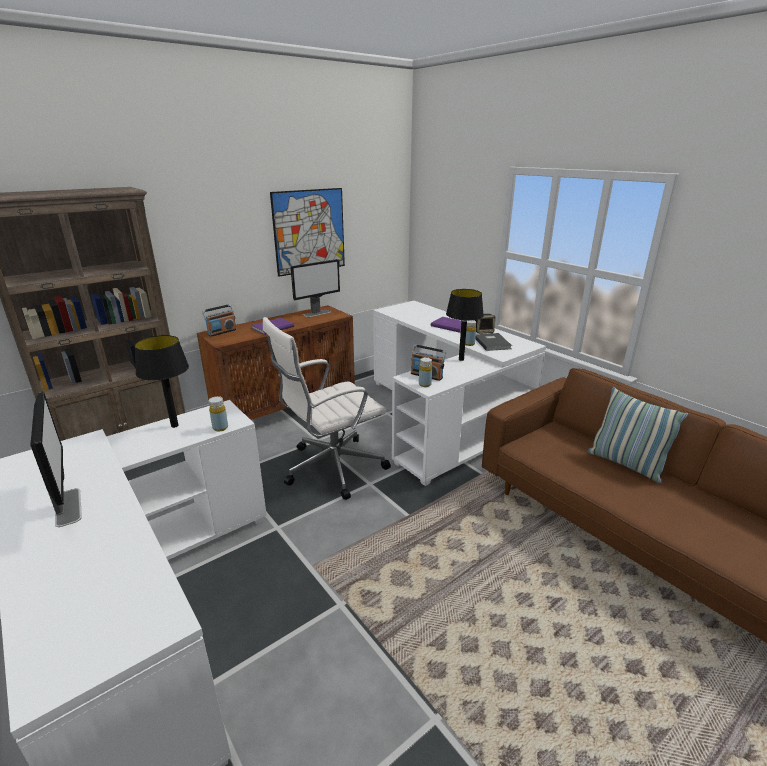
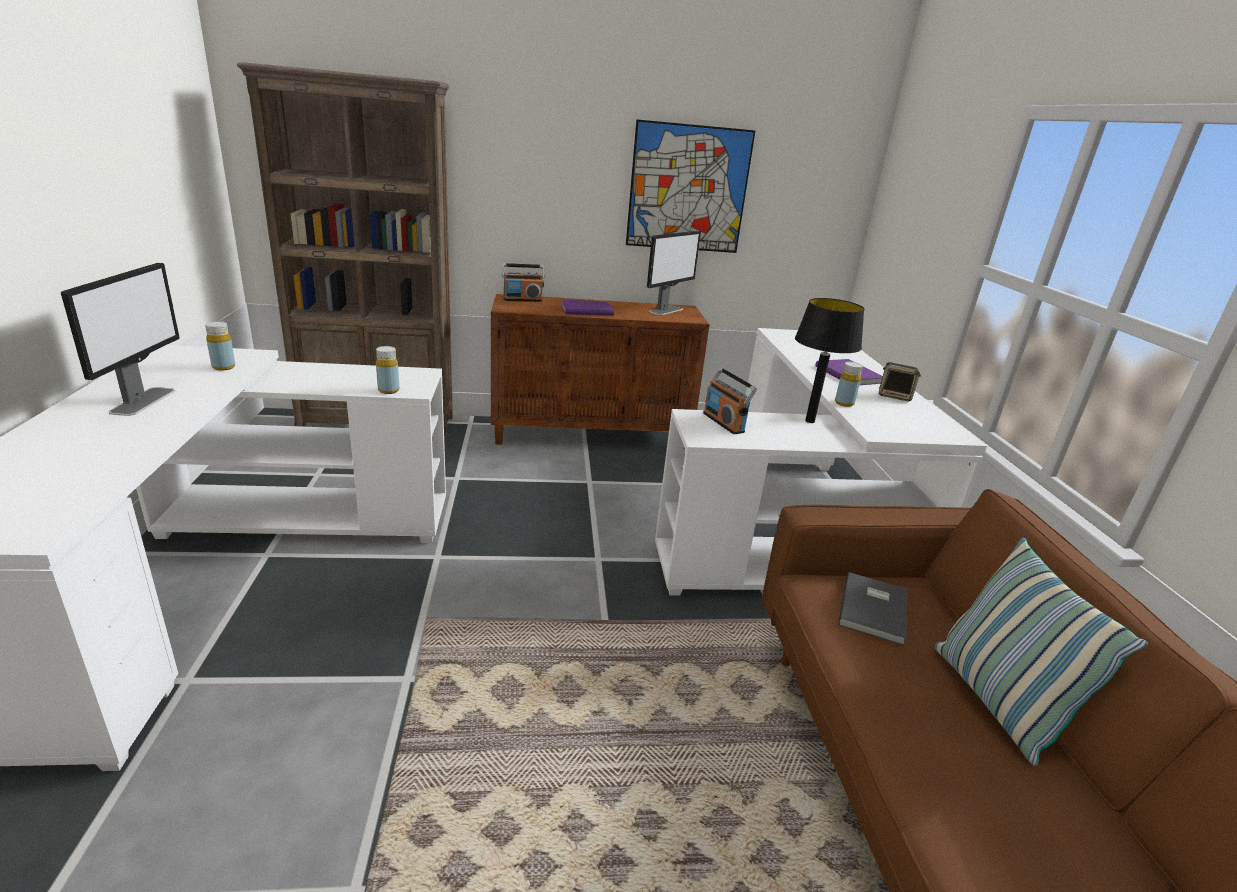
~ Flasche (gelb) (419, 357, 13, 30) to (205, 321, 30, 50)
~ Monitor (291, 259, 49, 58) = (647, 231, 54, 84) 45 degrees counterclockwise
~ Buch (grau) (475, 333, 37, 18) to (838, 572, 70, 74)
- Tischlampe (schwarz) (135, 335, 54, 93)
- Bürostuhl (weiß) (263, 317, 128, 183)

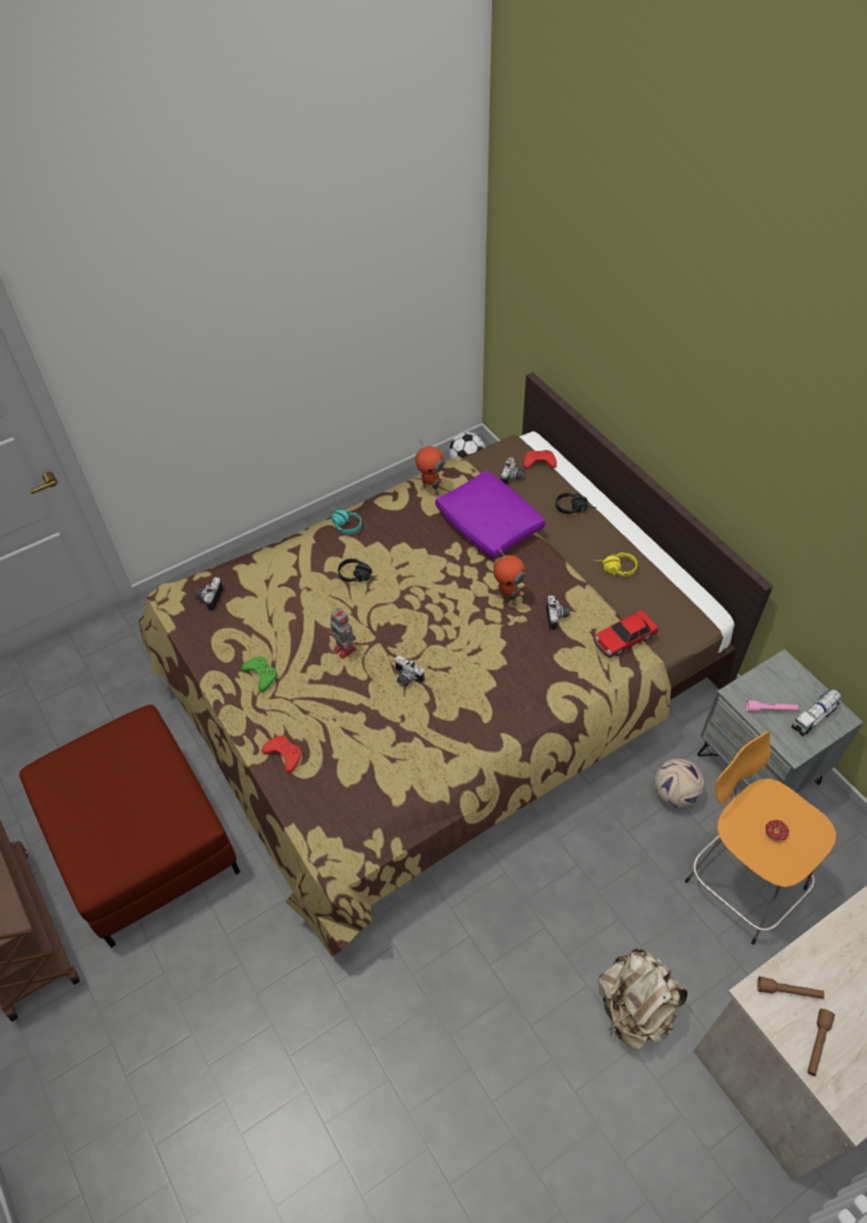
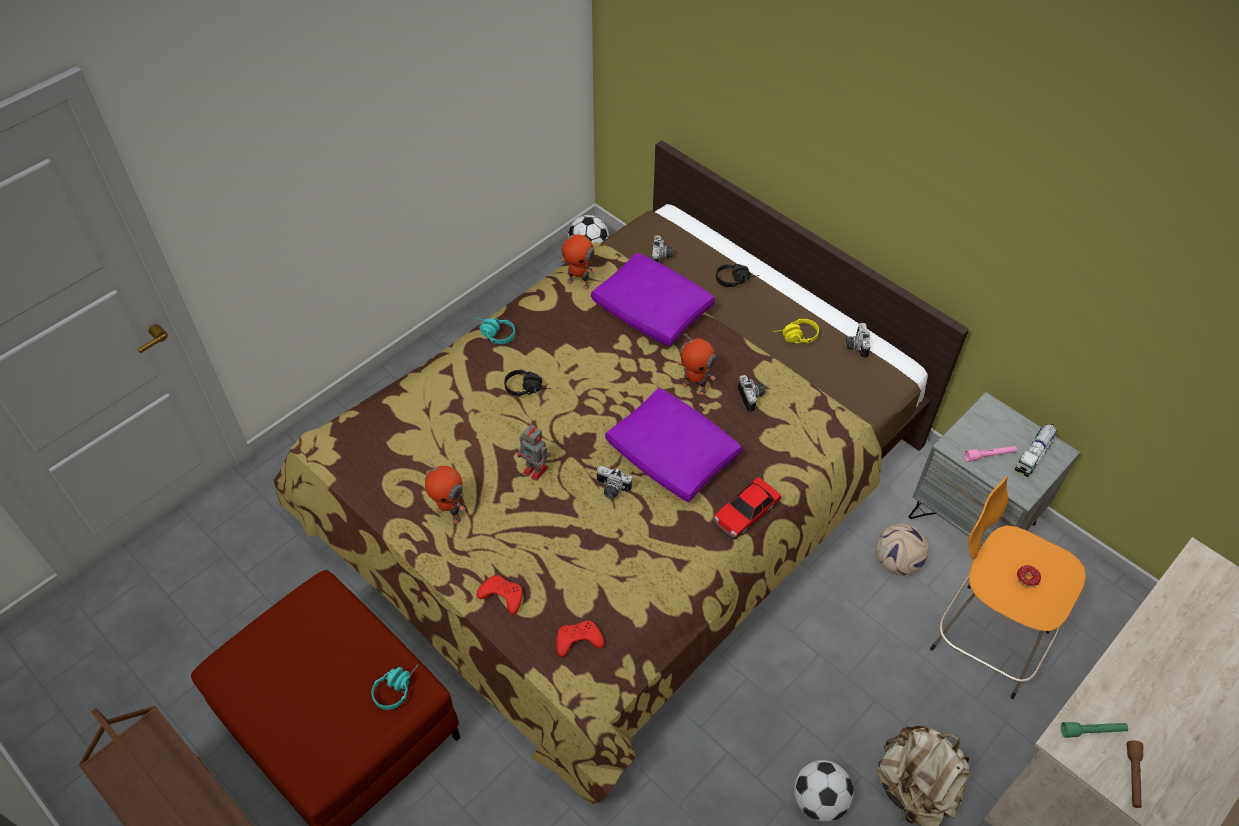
+ Kopfhörer (türkis) (371, 664, 47, 46)
~ Gamepad (grün) (241, 656, 36, 36) to Spielzeugroboter (425, 458, 40, 66)
~ Gamepad (rot) (523, 450, 34, 19) to (556, 621, 48, 36)
+ Kissen (lila) (605, 388, 137, 114)
~ Spielzeugauto (594, 610, 64, 48) to (713, 477, 68, 62)
+ Fußball (794, 760, 60, 62)
~ Kamera (196, 577, 27, 34) to (845, 323, 25, 35)
~ Taschenlampe (braun) (757, 976, 67, 23) to Taschenlampe (grün) (1061, 722, 67, 16)

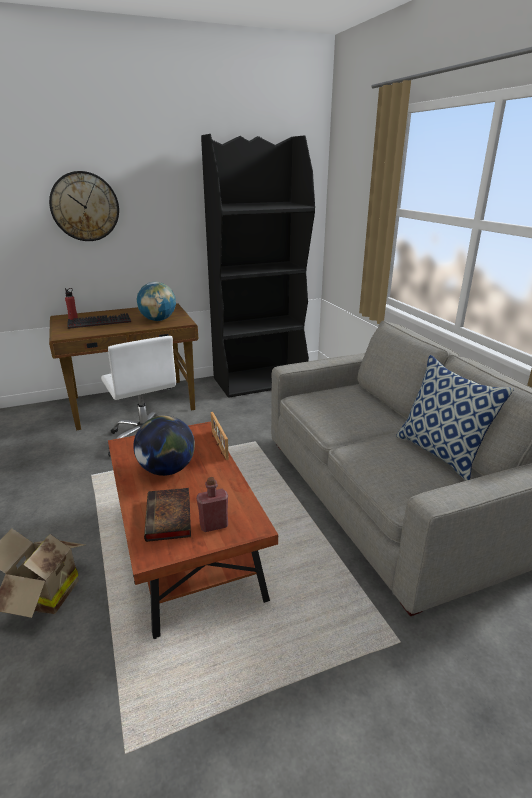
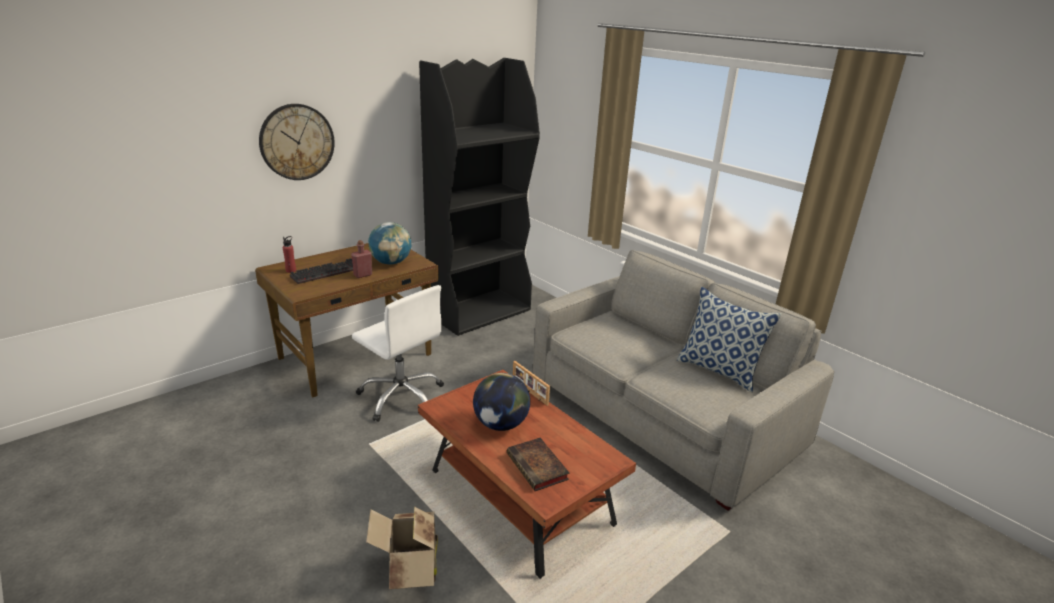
~ Flasche (rot) (196, 477, 32, 55) to (351, 240, 21, 38)

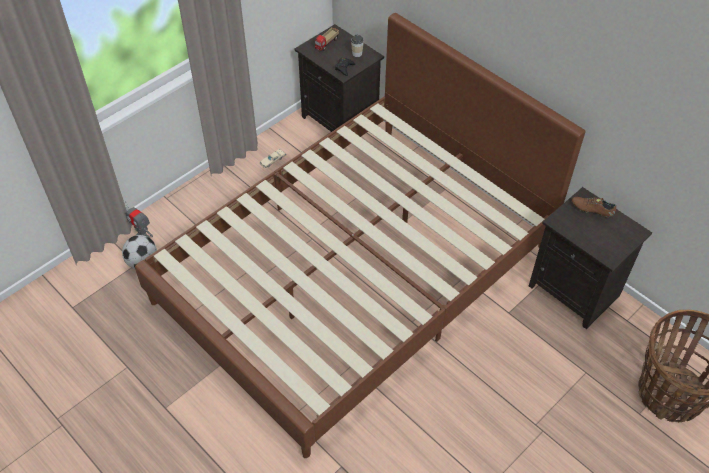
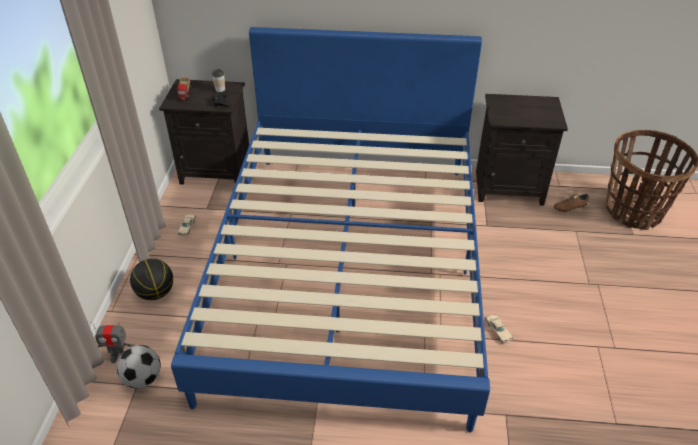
+ Basketball (130, 259, 43, 41)
~ Bett (braun) (135, 13, 450, 445) to Bett (blau) (171, 27, 319, 405)
+ Spielzeugauto (beige) (485, 314, 28, 29)
~ Schuh (braun) (572, 197, 44, 21) to (554, 194, 35, 18)

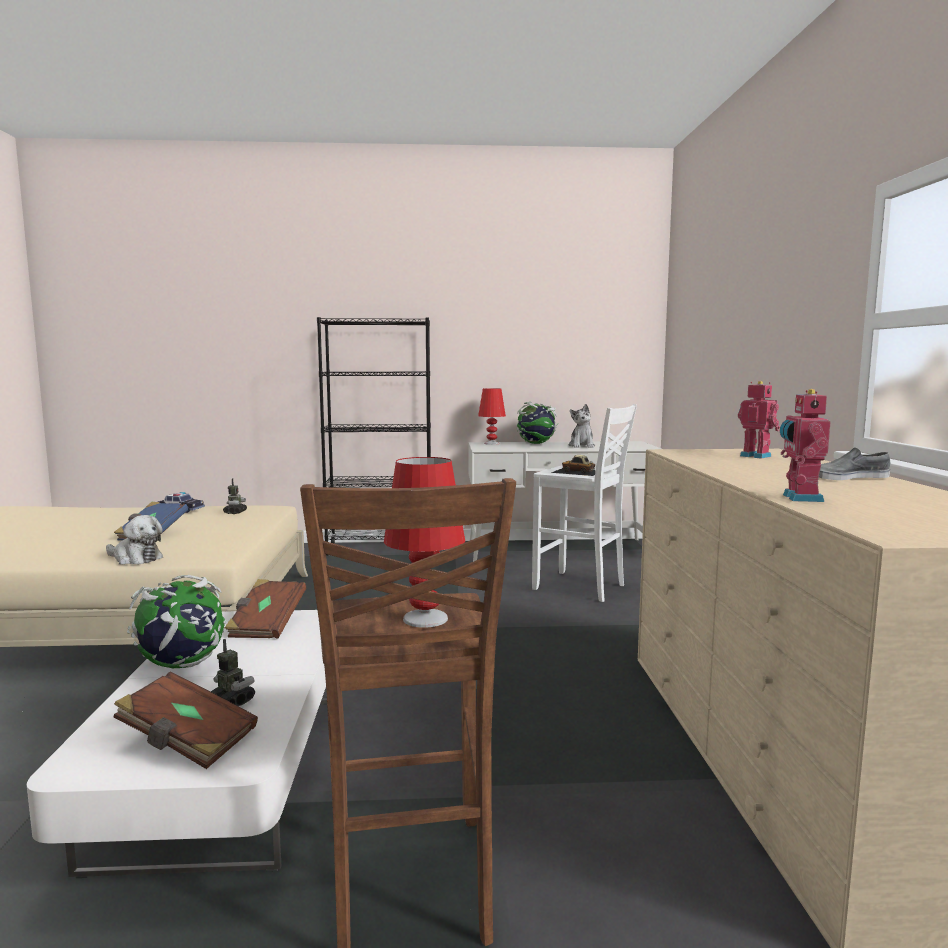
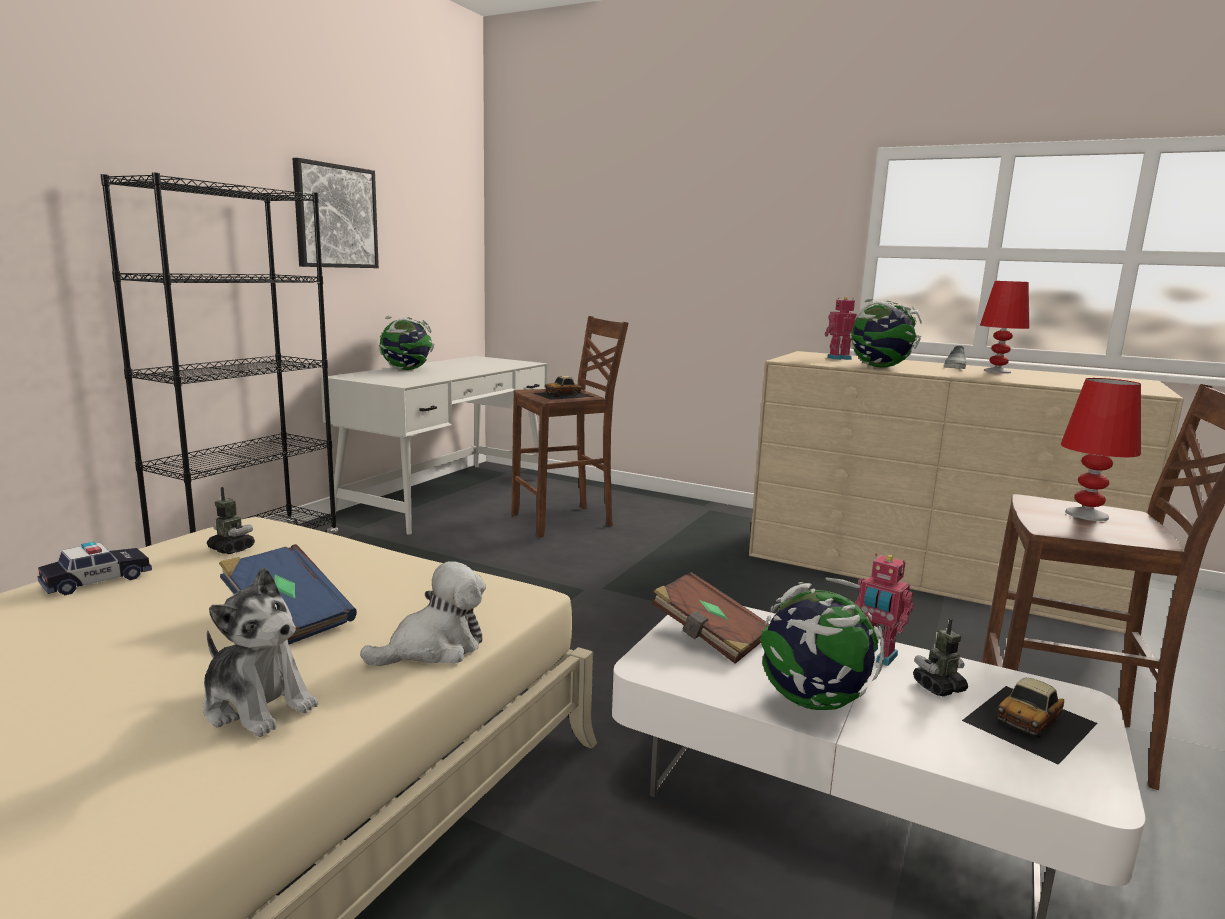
~ Plüschtier (569, 404, 26, 44) to (203, 567, 115, 170)
+ Bild (292, 158, 87, 110)
~ Hocker (weiß) (532, 404, 105, 198) to Hocker (braun) (512, 316, 116, 221)
+ Globus (850, 299, 72, 68)
~ Spielzeugroboter (780, 389, 51, 113) to (855, 553, 59, 113)
~ Buch (braun) (113, 671, 145, 98) to Spielzeugauto (962, 678, 136, 87)
~ Tischlampe (rot) (478, 388, 28, 57) to (980, 281, 50, 92)

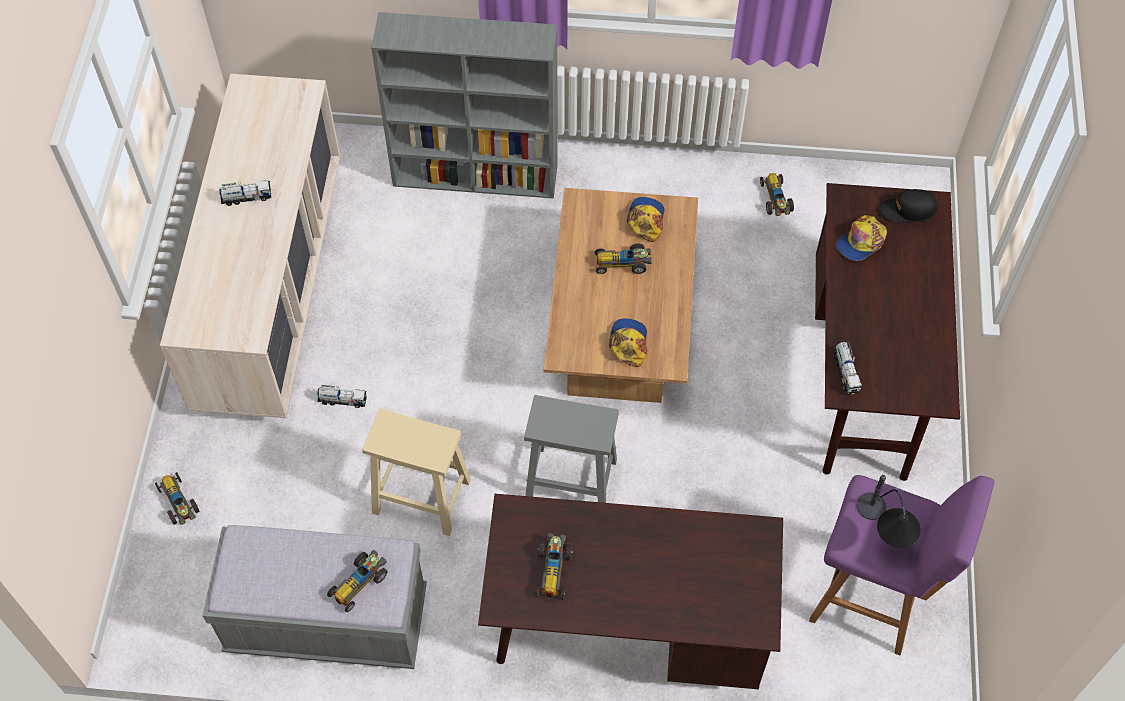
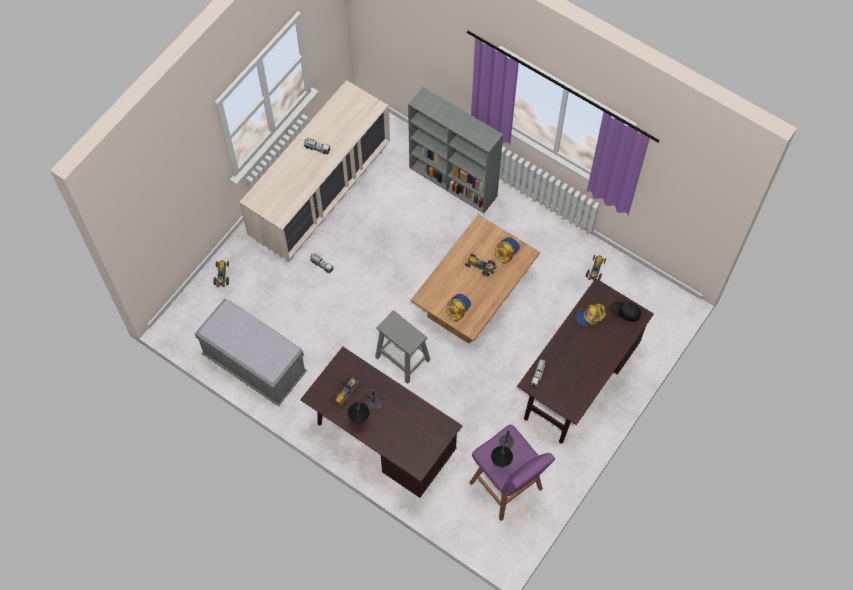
+ Tischlampe (348, 389, 34, 34)
- Spielzeugauto (327, 550, 61, 62)
- Hocker (beige) (362, 409, 109, 127)

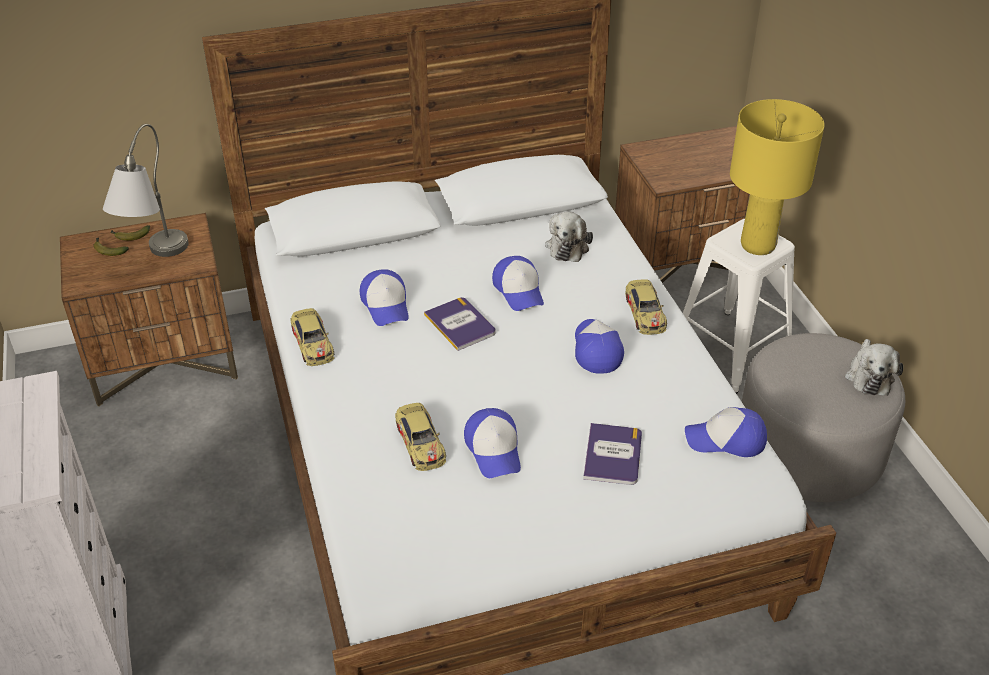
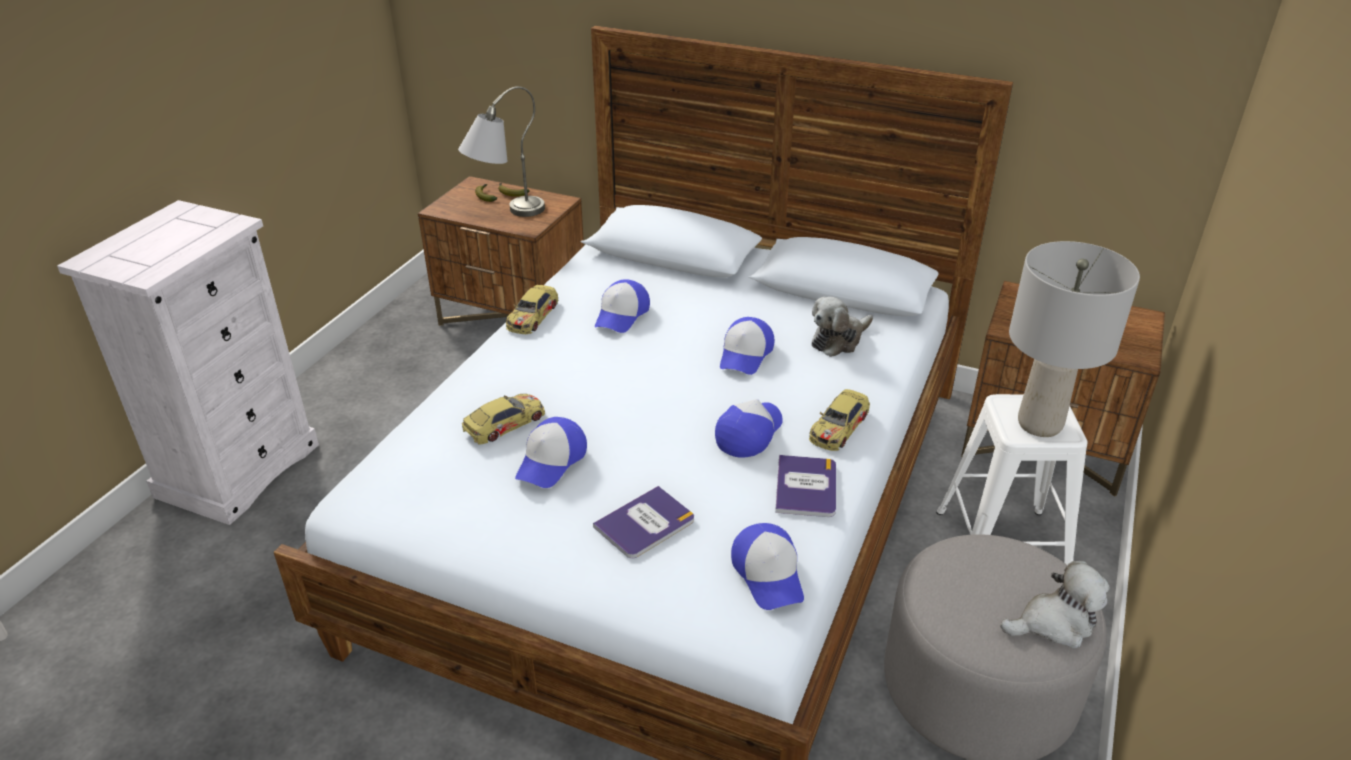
~ Spielzeugauto (395, 403, 51, 68) = (462, 394, 83, 50) 150 degrees counterclockwise
~ Kappe (685, 407, 82, 50) = (731, 523, 73, 87) 150 degrees counterclockwise
~ Buch (424, 297, 71, 54) to (775, 455, 61, 62)
~ Plüschtier (845, 339, 58, 57) = (1000, 561, 109, 87) 150 degrees counterclockwise
~ Tischlampe (gelb) (730, 99, 95, 156) to Tischlampe (grau) (1009, 241, 131, 196)

